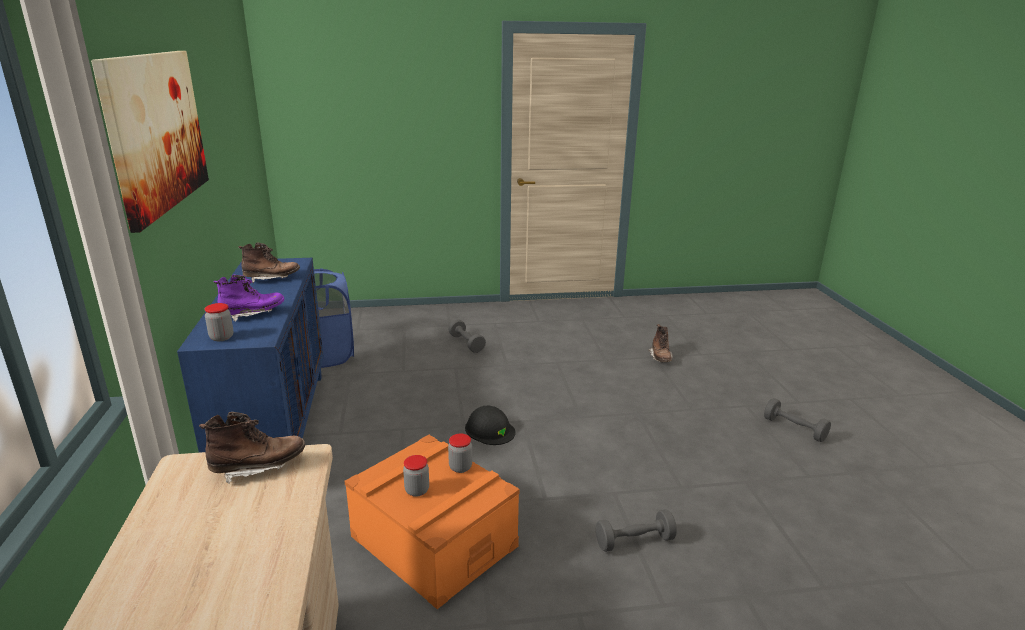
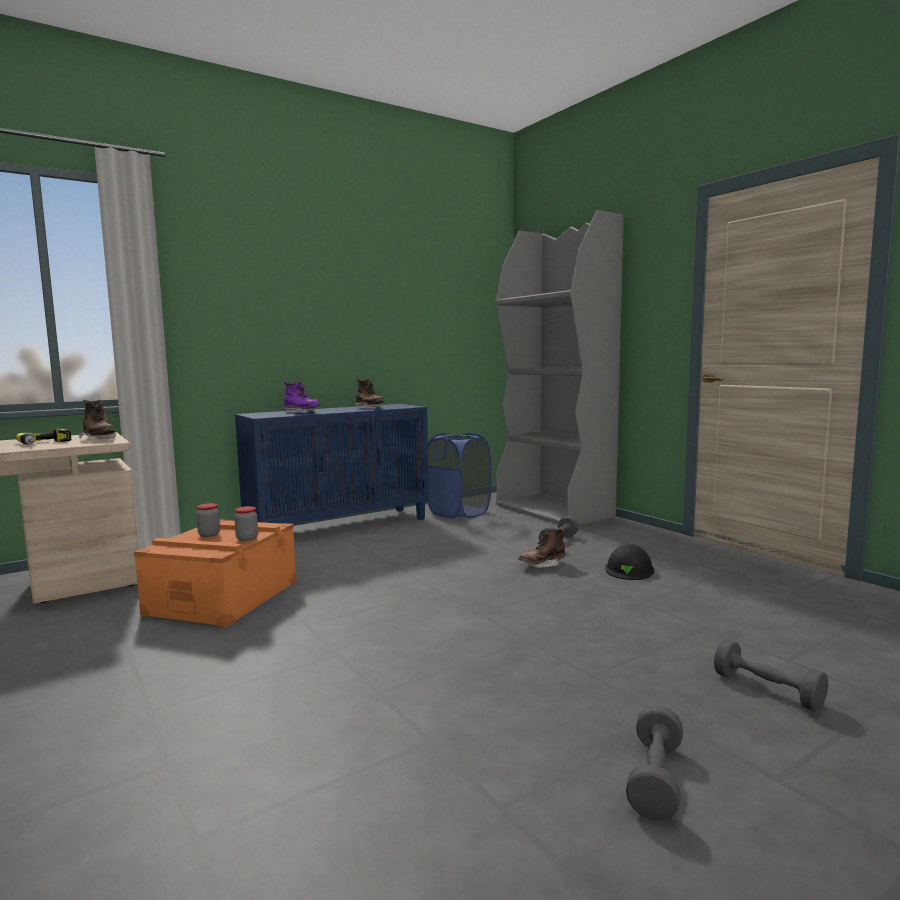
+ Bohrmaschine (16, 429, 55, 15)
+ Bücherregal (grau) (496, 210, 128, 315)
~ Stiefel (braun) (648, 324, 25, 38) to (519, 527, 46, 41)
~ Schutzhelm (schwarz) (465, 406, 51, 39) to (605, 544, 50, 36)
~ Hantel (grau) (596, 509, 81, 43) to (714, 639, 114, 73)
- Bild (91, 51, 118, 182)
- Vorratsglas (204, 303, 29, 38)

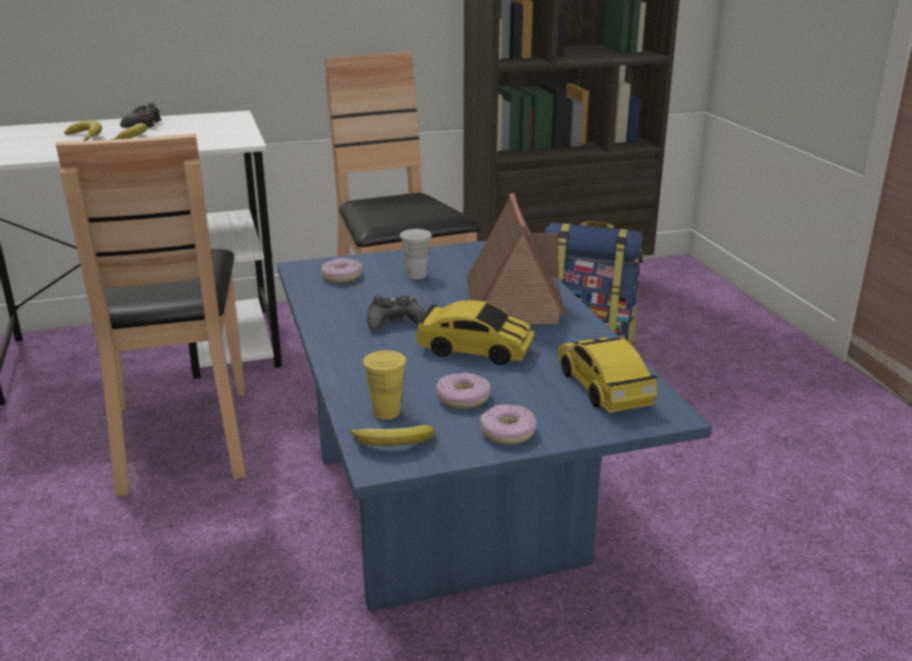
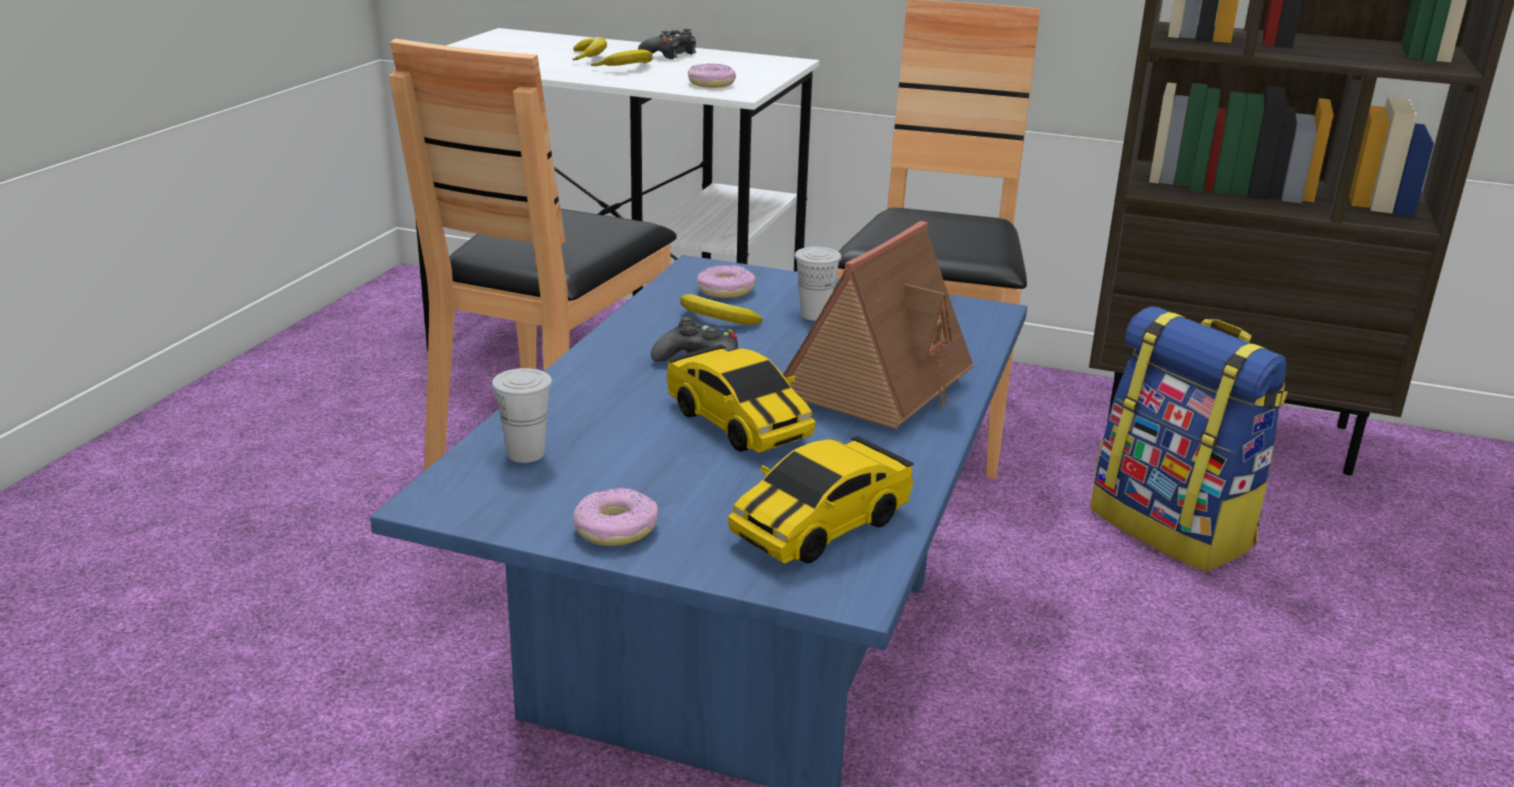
~ Tasse (gelb) (363, 350, 44, 70) to Tasse (weiß) (492, 368, 60, 95)
~ Banane (349, 425, 86, 21) to (680, 294, 83, 31)
~ Donut (436, 372, 55, 37) to (688, 64, 48, 24)
~ Spielzeugauto (558, 337, 100, 76) = (728, 436, 186, 128) 150 degrees counterclockwise

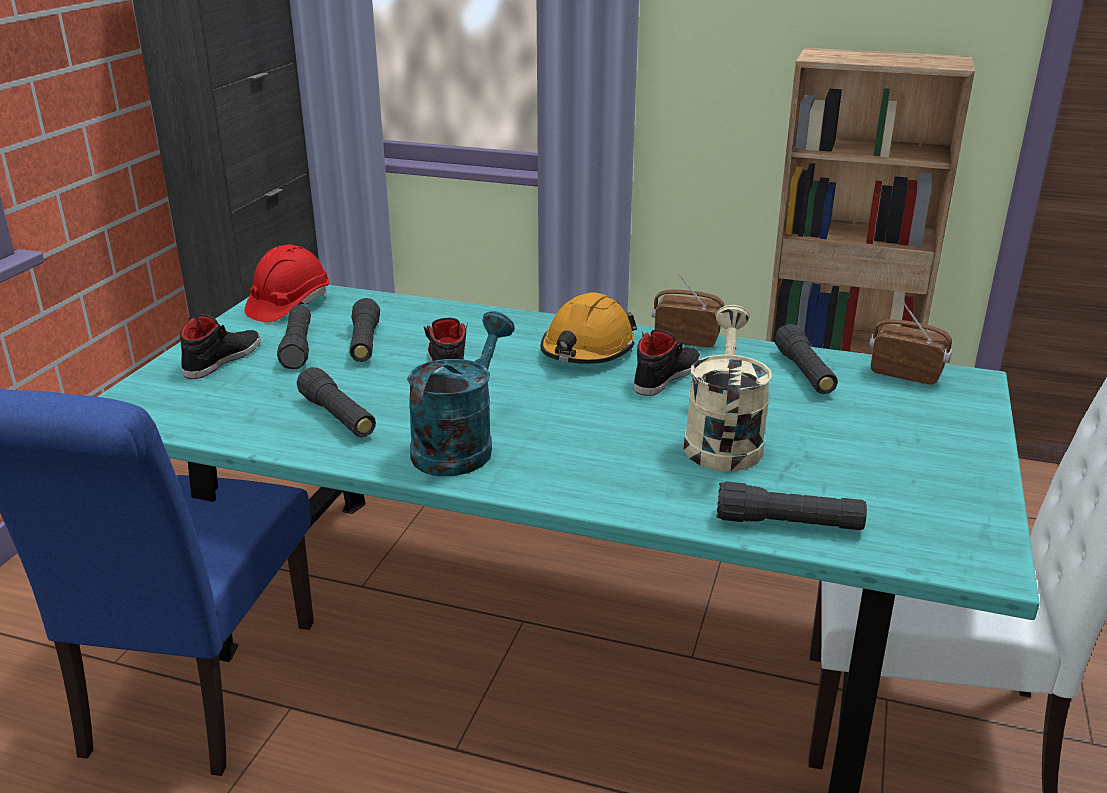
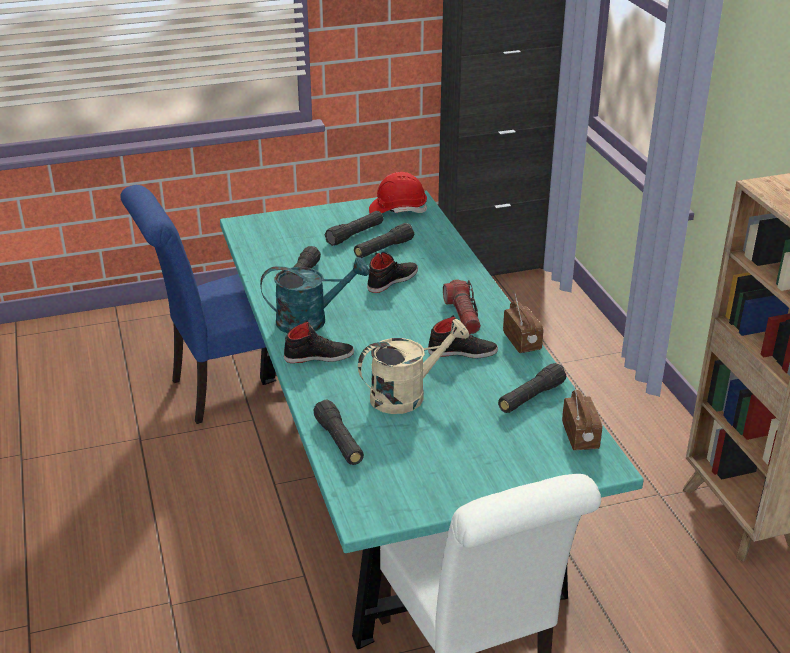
~ Schuh (schwarz) (180, 314, 81, 65) to (284, 320, 70, 43)
~ Schutzhelm (orange) (540, 292, 97, 72) to Taschenlampe (443, 279, 38, 55)

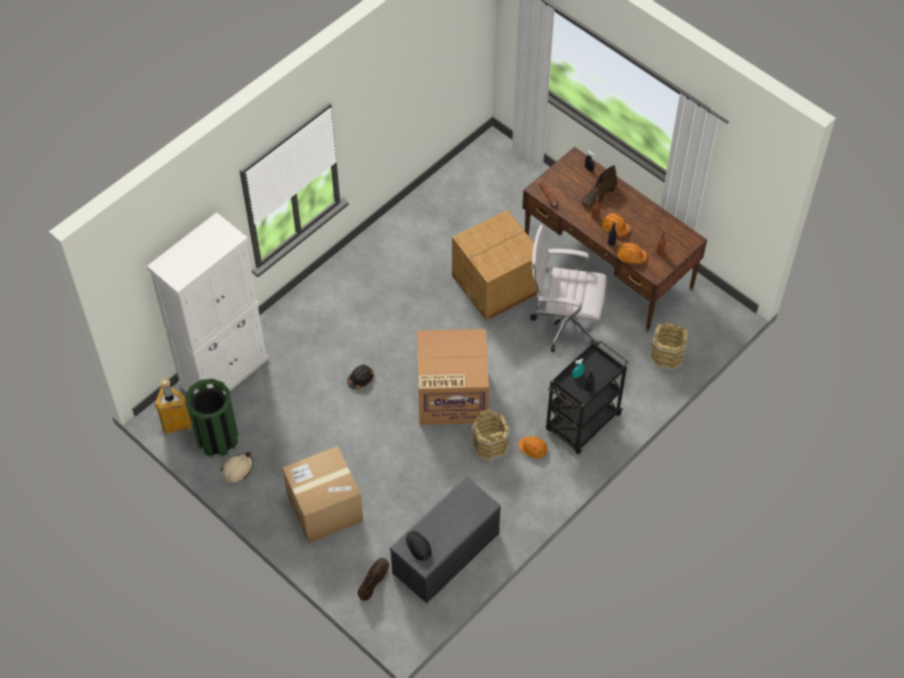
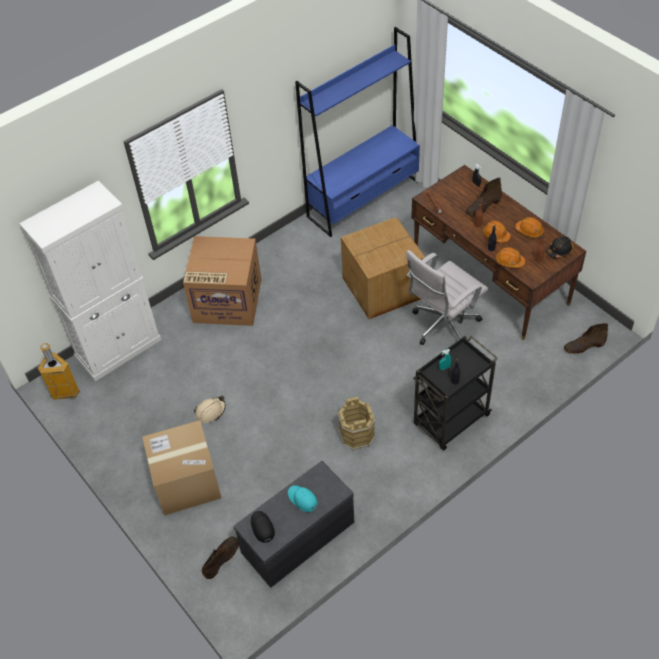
~ Karton (417, 329, 72, 96) to (183, 236, 78, 90)
~ Schutzhelm (beige) (221, 452, 32, 30) to (194, 396, 32, 27)
+ Kappe (türkis) (288, 485, 30, 27)
+ Bücherregal (blau) (295, 27, 125, 210)
~ Bürostuhl (weiß) (530, 225, 77, 127) = (406, 250, 82, 95) 60 degrees counterclockwise
~ Schutzhelm (orange) (518, 436, 30, 22) to (515, 217, 29, 21)
~ Schutzhelm (schwarz) (347, 365, 27, 24) to (546, 236, 27, 22)
+ Stiefel (braun) (564, 323, 44, 31)
- Mülleimer (grün) (185, 379, 53, 78)
- Eimer (braun) (650, 322, 38, 49)

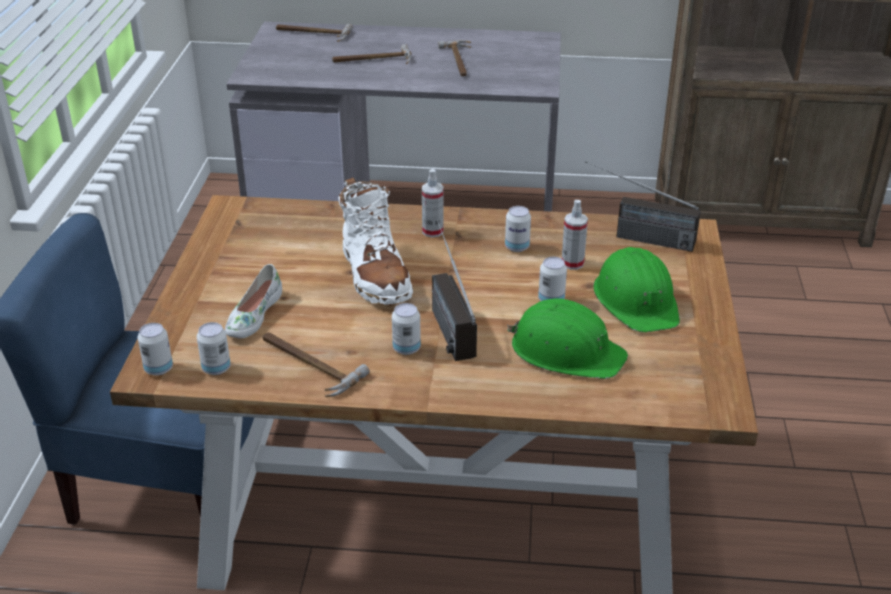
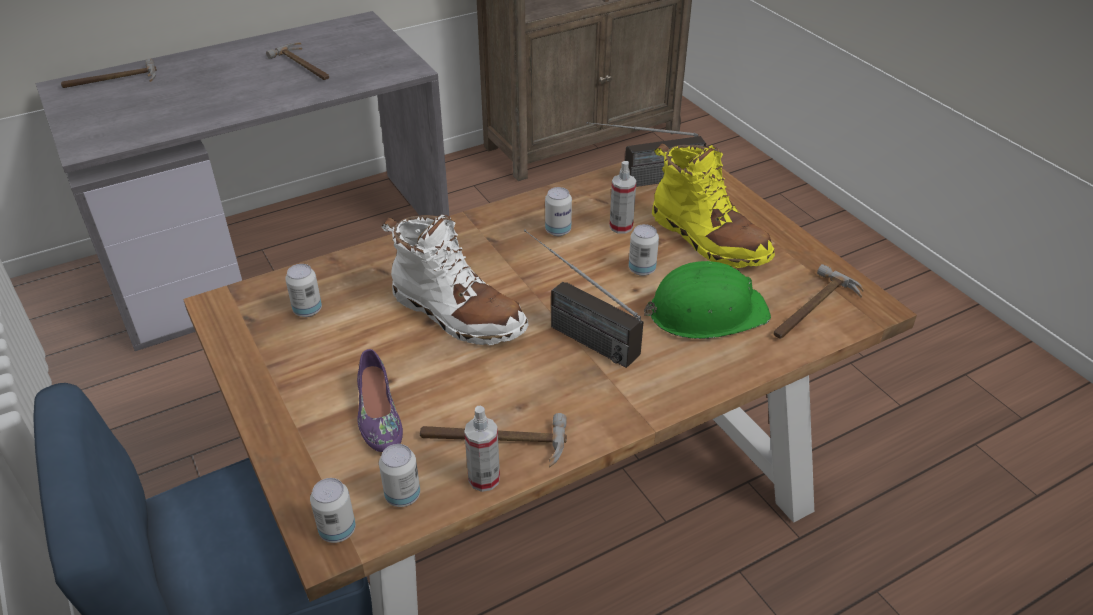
~ Dose (392, 303, 29, 52) to (285, 264, 37, 53)
~ Schuh (weiß) (225, 264, 57, 74) to Schuh (lila) (357, 349, 46, 103)
~ Sprühflasche (422, 169, 22, 68) to (464, 406, 36, 86)
~ Schutzhelm (grün) (593, 247, 87, 85) to Stiefel (gelb) (652, 143, 123, 125)
~ Hammer (332, 44, 80, 20) to (774, 264, 89, 75)

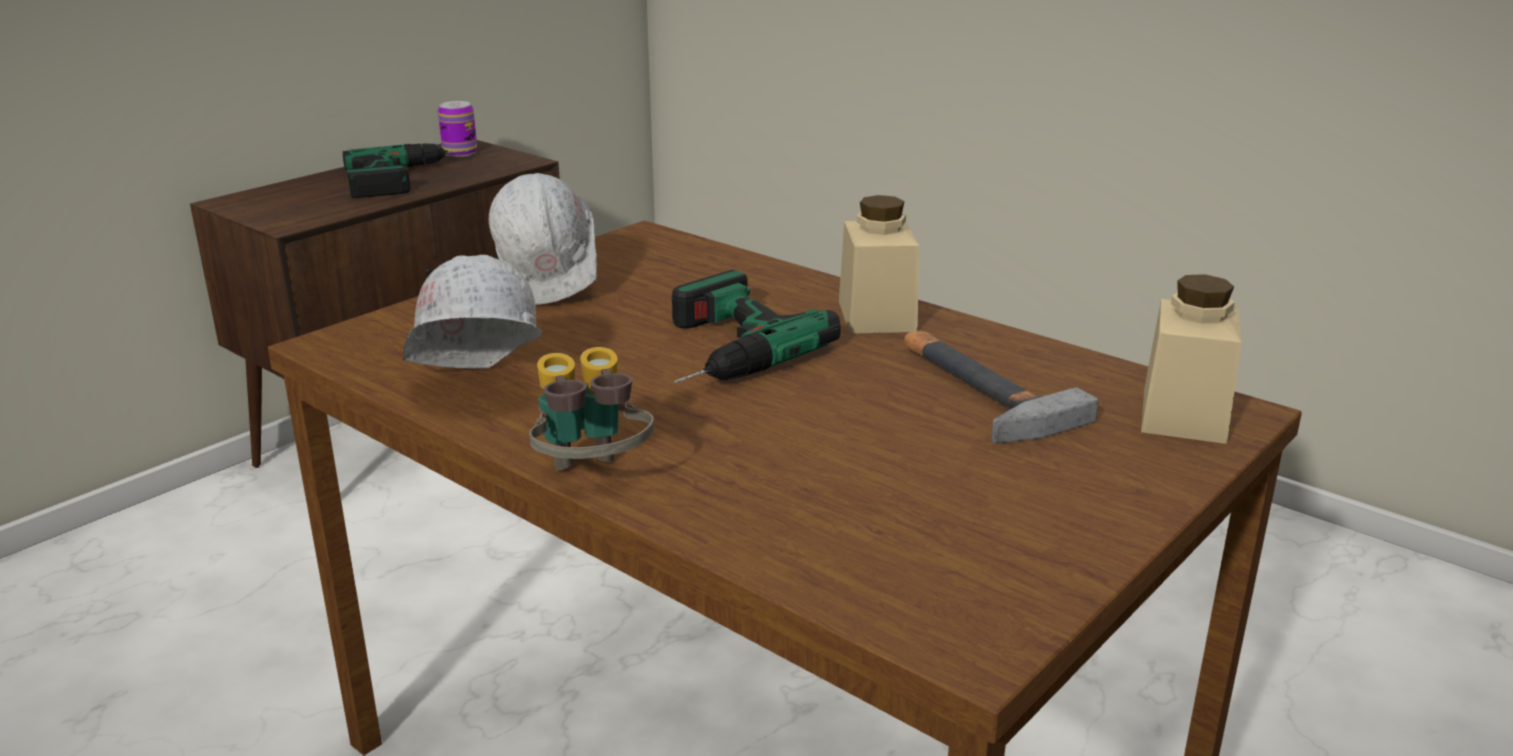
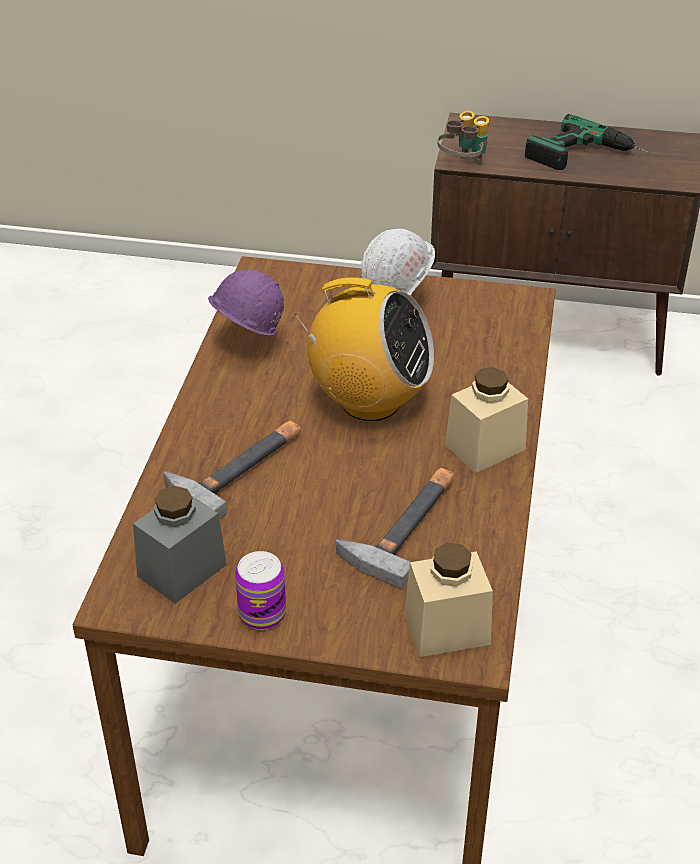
+ Vorratsglas (grau) (133, 486, 94, 118)
+ Hammer (163, 421, 138, 98)
~ Schutzhelm (weiß) (403, 255, 139, 114) to Schutzhelm (lila) (208, 269, 76, 67)
~ Dose (438, 101, 39, 56) to (235, 551, 51, 79)
~ Bohrmaschine (672, 270, 169, 113) to Radio (294, 277, 140, 144)
~ Fernglas (529, 347, 125, 124) to (437, 111, 52, 55)

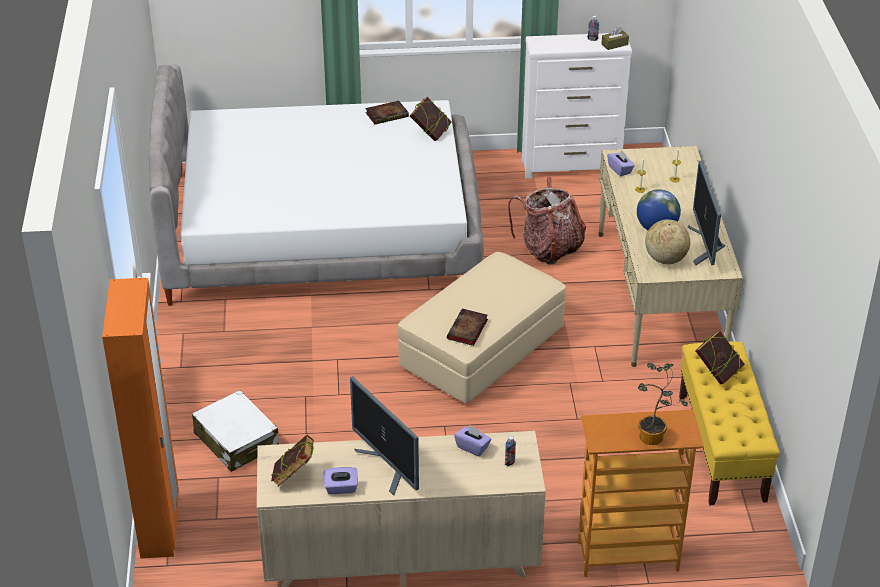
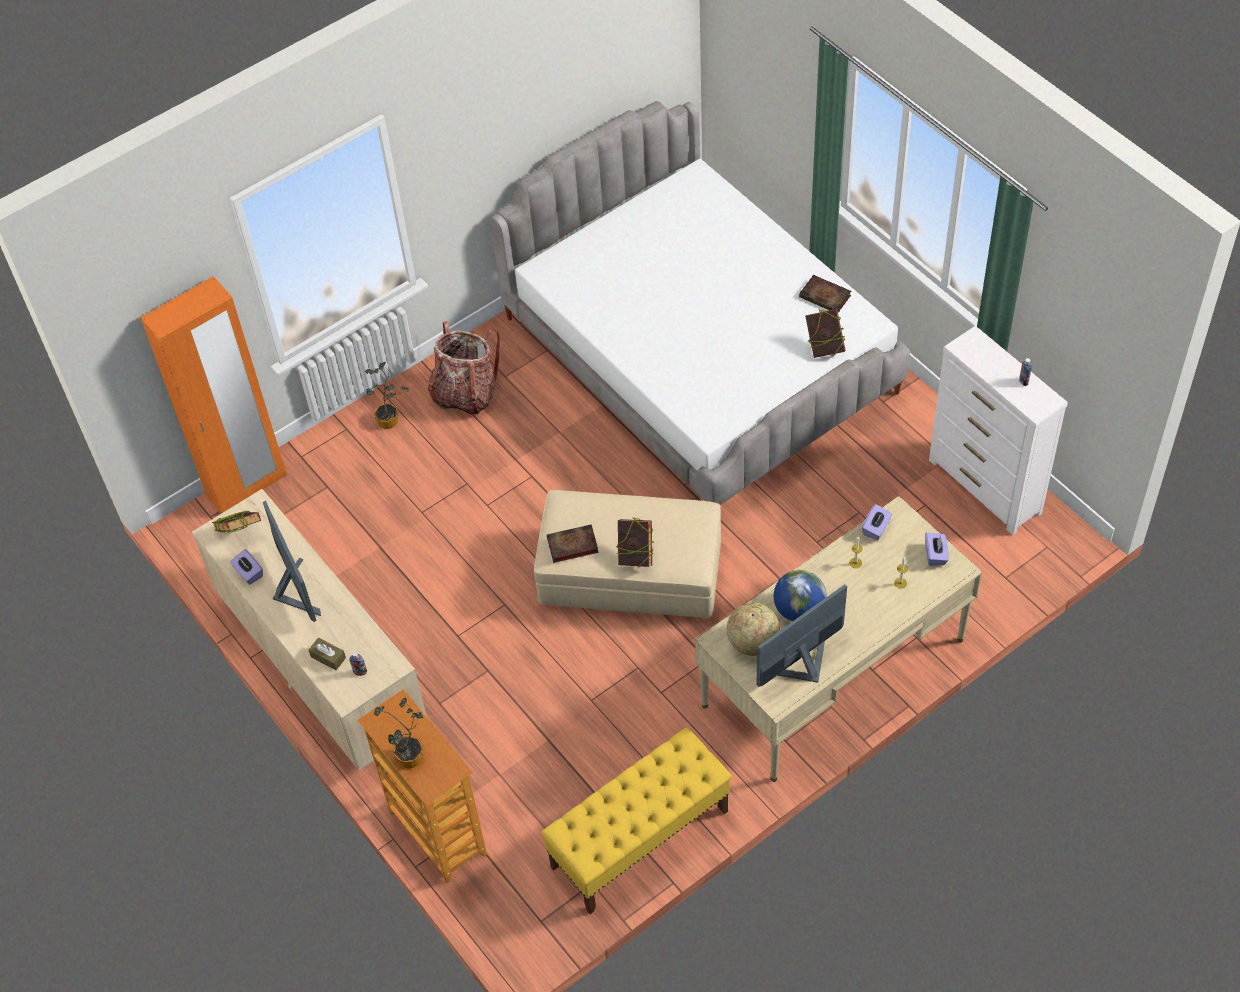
~ Monitor (350, 376, 69, 119) = (263, 501, 58, 121) 135 degrees clockwise
~ Taschentuchbox (braun) (601, 27, 28, 23) to (309, 638, 37, 32)
+ Topfpflanze (365, 362, 44, 67)
~ Rucksack (508, 177, 78, 88) to (428, 321, 72, 94)
~ Buch (695, 331, 50, 53) to (616, 517, 38, 51)
~ Taschentuchbox (lila) (454, 424, 37, 33) to (925, 532, 24, 34)
- Koffer (weiß) (192, 390, 87, 82)

